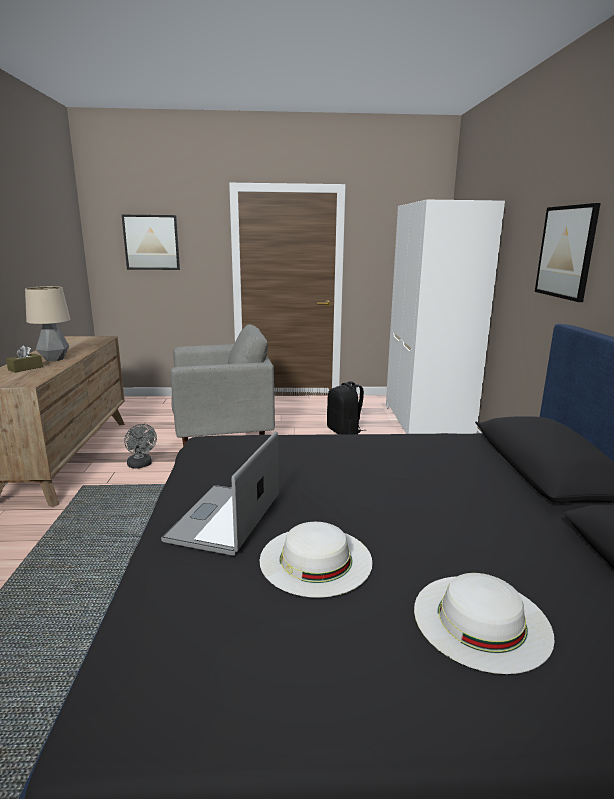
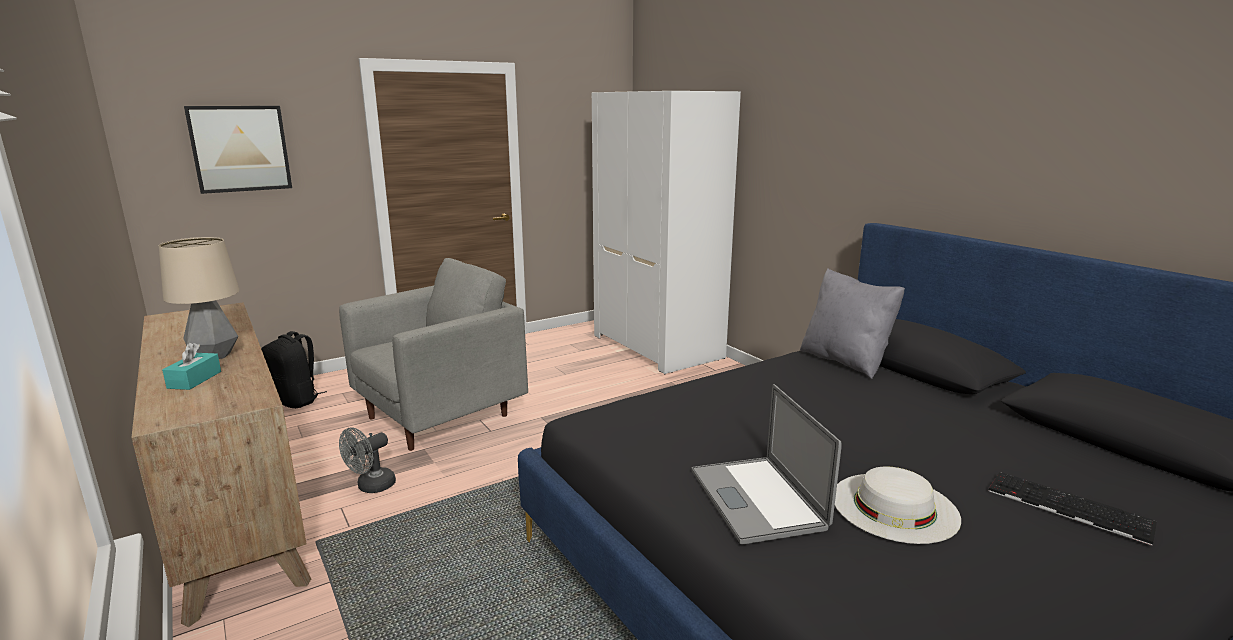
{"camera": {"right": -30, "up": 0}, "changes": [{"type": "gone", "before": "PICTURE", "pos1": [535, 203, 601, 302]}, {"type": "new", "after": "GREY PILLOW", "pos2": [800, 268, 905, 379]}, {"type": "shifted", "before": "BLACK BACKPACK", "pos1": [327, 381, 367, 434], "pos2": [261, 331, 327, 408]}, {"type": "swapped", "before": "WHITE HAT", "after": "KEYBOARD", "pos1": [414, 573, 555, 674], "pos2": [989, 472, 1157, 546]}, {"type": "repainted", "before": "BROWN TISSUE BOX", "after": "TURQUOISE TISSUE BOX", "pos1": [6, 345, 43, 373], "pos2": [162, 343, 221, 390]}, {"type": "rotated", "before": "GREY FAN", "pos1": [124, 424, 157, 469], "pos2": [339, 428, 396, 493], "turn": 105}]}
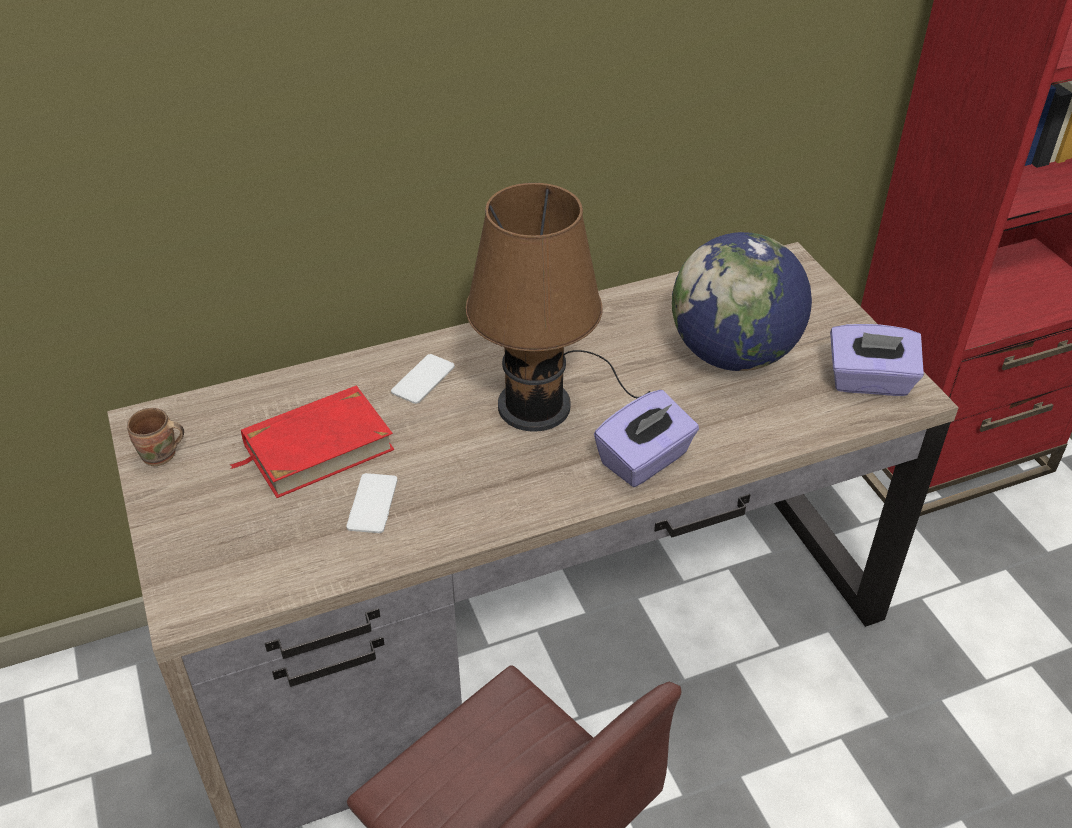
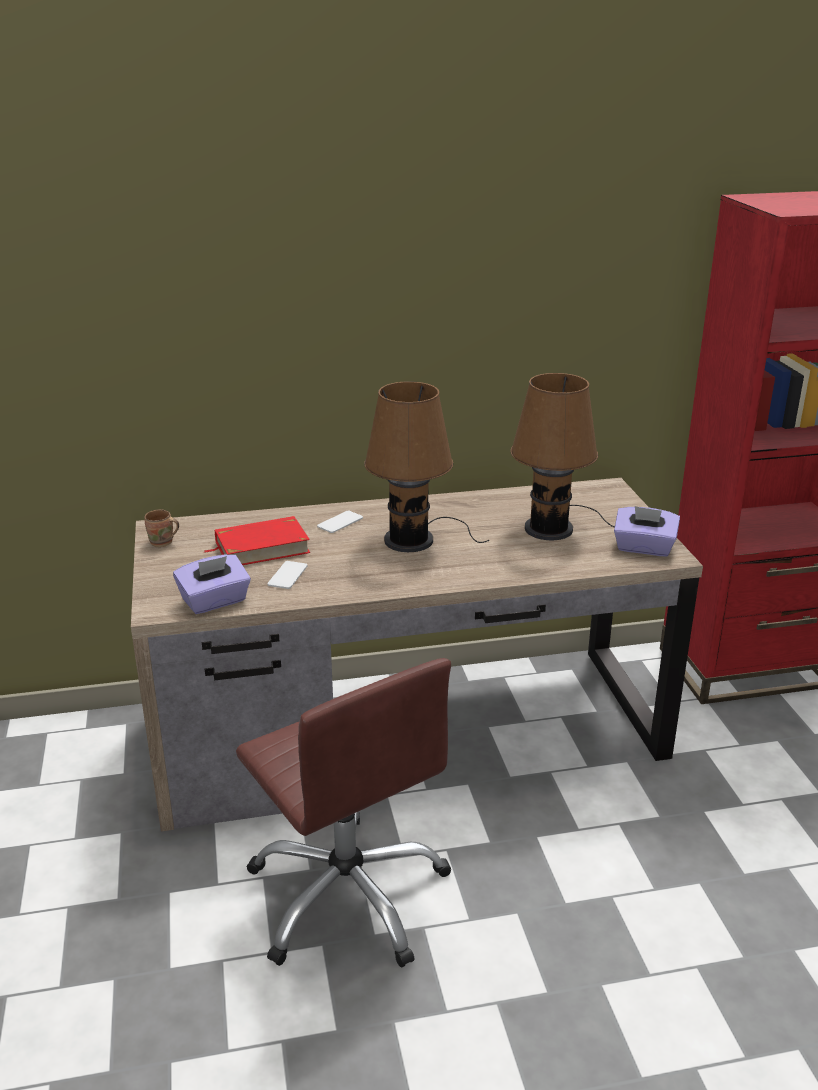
{"camera": {"right": 10, "up": -15}, "changes": [{"type": "shifted", "before": "PURPLE TISSUE BOX", "pos1": [594, 390, 699, 487], "pos2": [173, 555, 251, 614]}, {"type": "swapped", "before": "GLOBE", "after": "BROWN TABLE LAMP", "pos1": [672, 232, 812, 371], "pos2": [510, 373, 615, 540]}]}
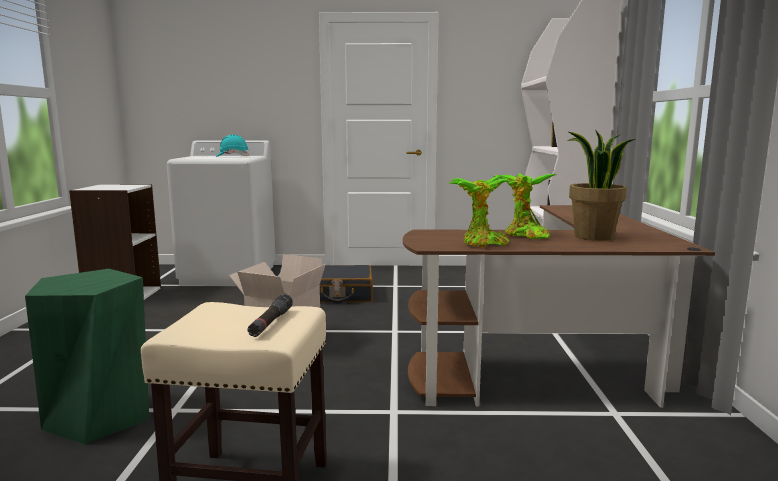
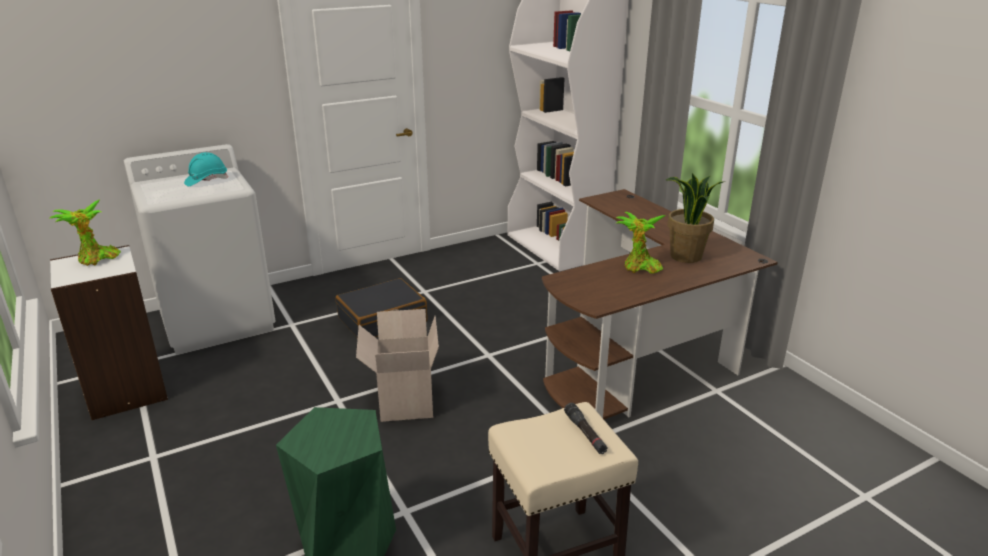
{"camera": {"right": -30, "up": 15}, "changes": [{"type": "shifted", "before": "POTTED PLANT", "pos1": [448, 176, 510, 248], "pos2": [49, 199, 121, 266]}]}
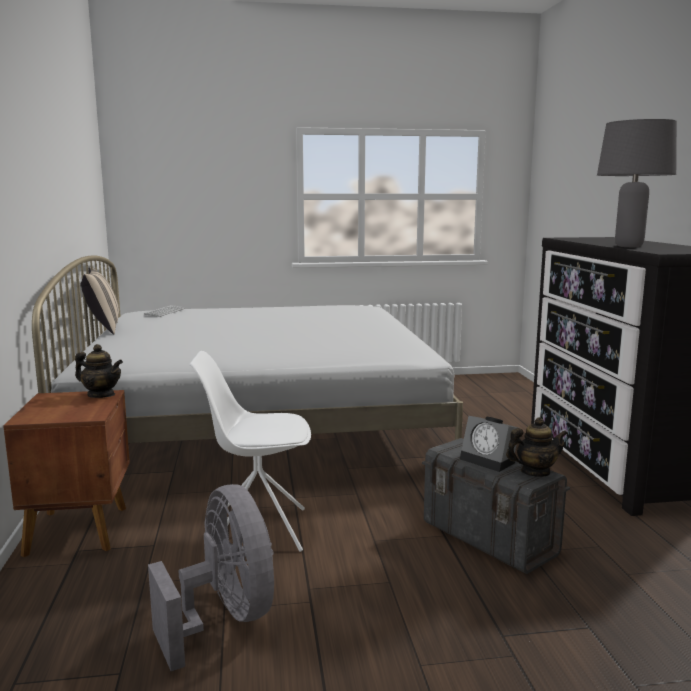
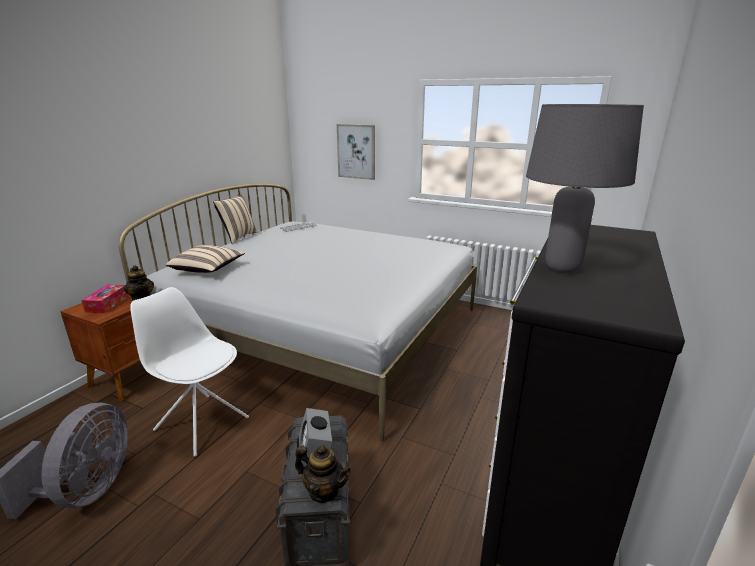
{"camera": {"right": 35, "up": 10}, "changes": [{"type": "new", "after": "TISSUE BOX", "pos2": [81, 285, 128, 313]}, {"type": "new", "after": "BEIGE PILLOW", "pos2": [166, 245, 245, 273]}, {"type": "new", "after": "PICTURE", "pos2": [337, 124, 375, 180]}]}
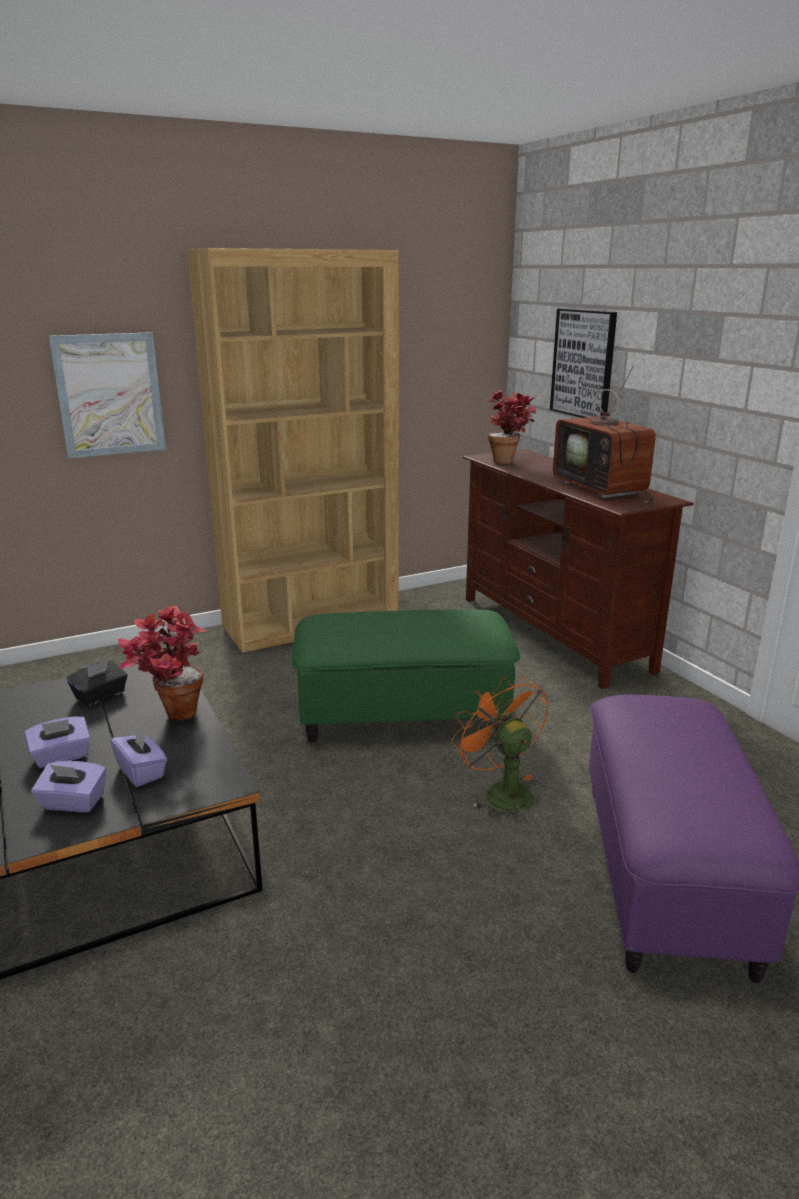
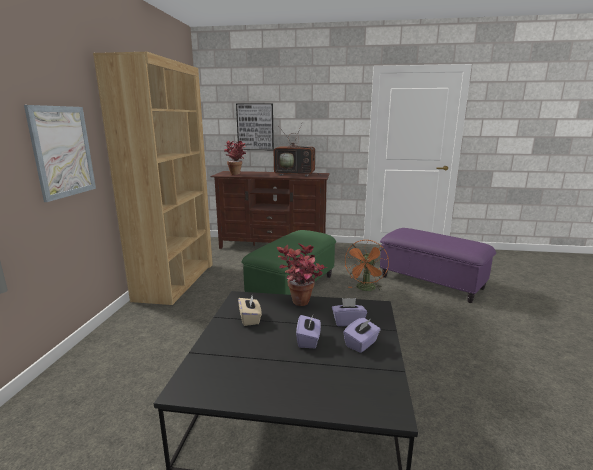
{"camera": {"right": -55, "up": -5}, "changes": [{"type": "repainted", "before": "BLACK TISSUE BOX", "after": "BEIGE TISSUE BOX", "pos1": [67, 660, 127, 706], "pos2": [238, 296, 262, 326]}, {"type": "rotated", "before": "ORANGE FAN", "pos1": [451, 676, 549, 822], "pos2": [344, 240, 389, 291], "turn": -75}]}
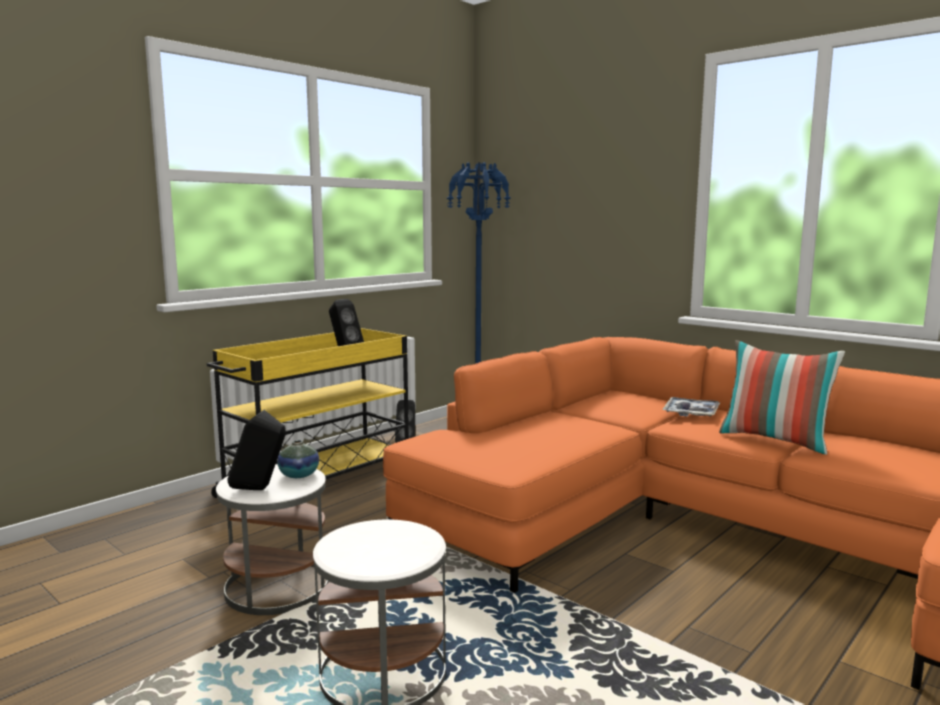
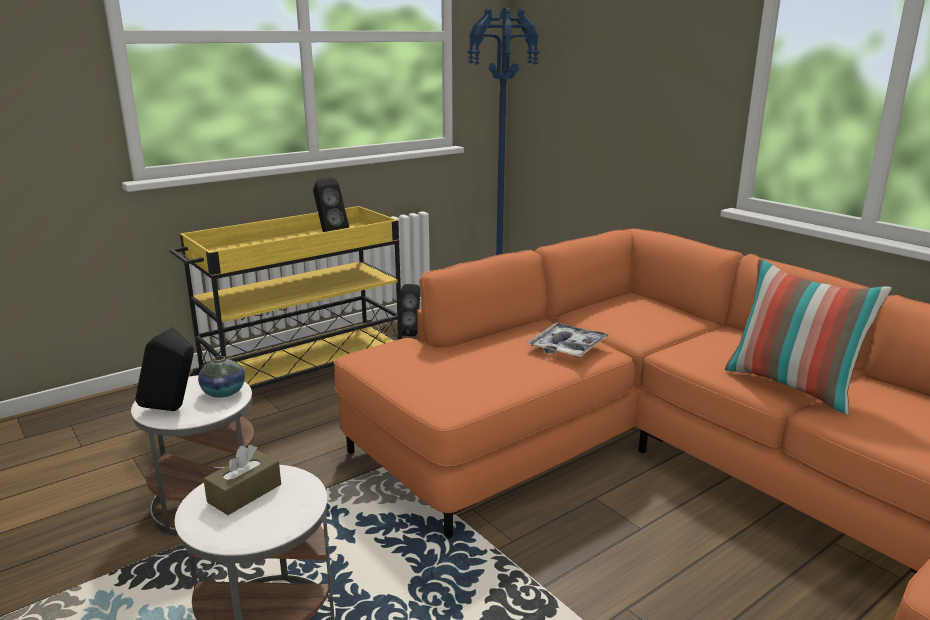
{"camera": {"right": 10, "up": 10}, "changes": [{"type": "new", "after": "BROWN TISSUE BOX", "pos2": [203, 445, 281, 515]}, {"type": "shifted", "before": "TRAY", "pos1": [662, 397, 720, 416], "pos2": [527, 323, 610, 358]}]}
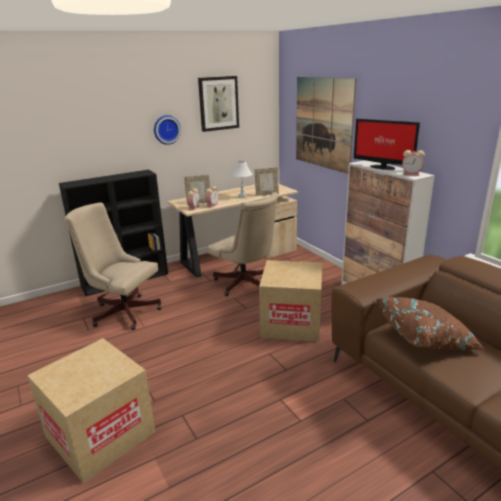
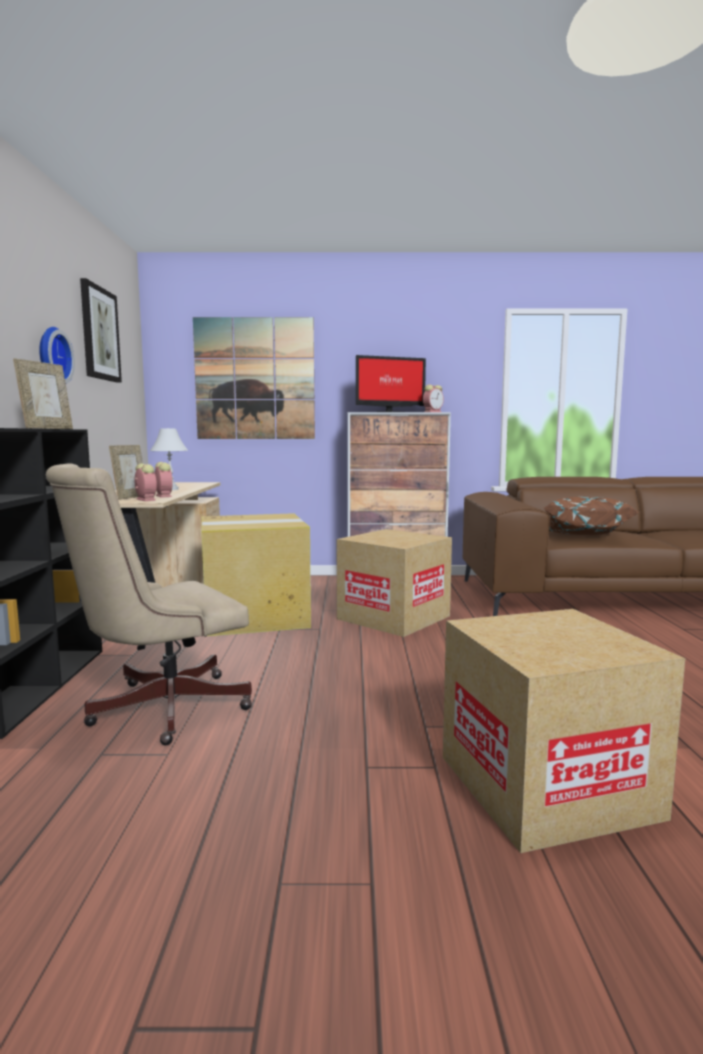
{"camera": {"right": -60, "up": -15}, "changes": [{"type": "shifted", "before": "PICTURE FRAME", "pos1": [255, 167, 279, 196], "pos2": [13, 358, 73, 429]}, {"type": "swapped", "before": "BEIGE OFFICE CHAIR", "after": "CARDBOARD BOX", "pos1": [207, 192, 278, 296], "pos2": [202, 513, 311, 636]}]}
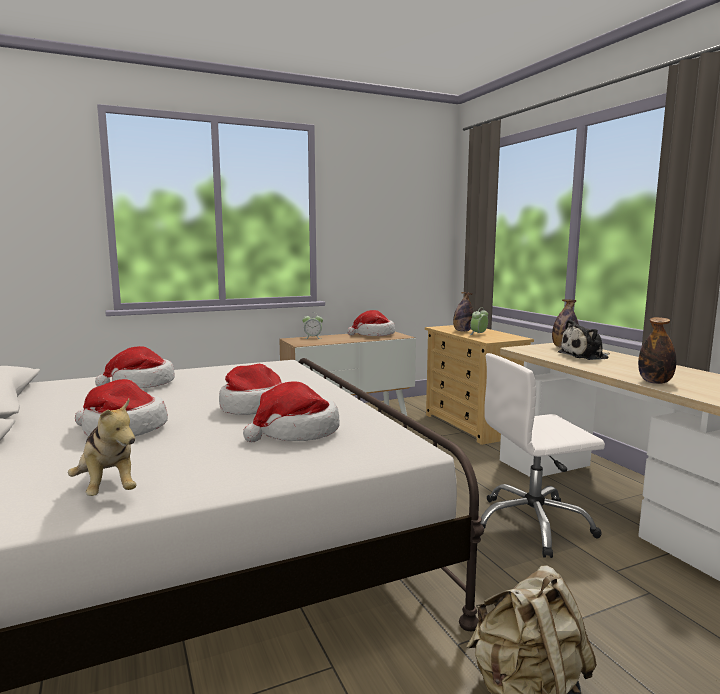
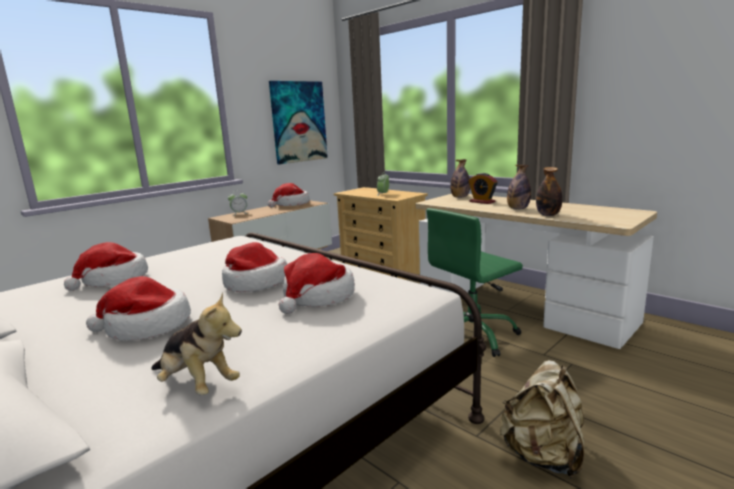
{"camera": {"right": -20, "up": 5}, "changes": [{"type": "new", "after": "PICTURE", "pos2": [269, 81, 328, 164]}, {"type": "shifted", "before": "BOTTLE", "pos1": [453, 292, 474, 332], "pos2": [507, 165, 531, 209]}, {"type": "swapped", "before": "PLUSH TOY", "after": "ALARM CLOCK", "pos1": [557, 320, 610, 360], "pos2": [468, 173, 498, 204]}, {"type": "repainted", "before": "WHITE OFFICE CHAIR", "after": "GREEN OFFICE CHAIR", "pos1": [481, 353, 605, 558], "pos2": [426, 208, 523, 357]}]}
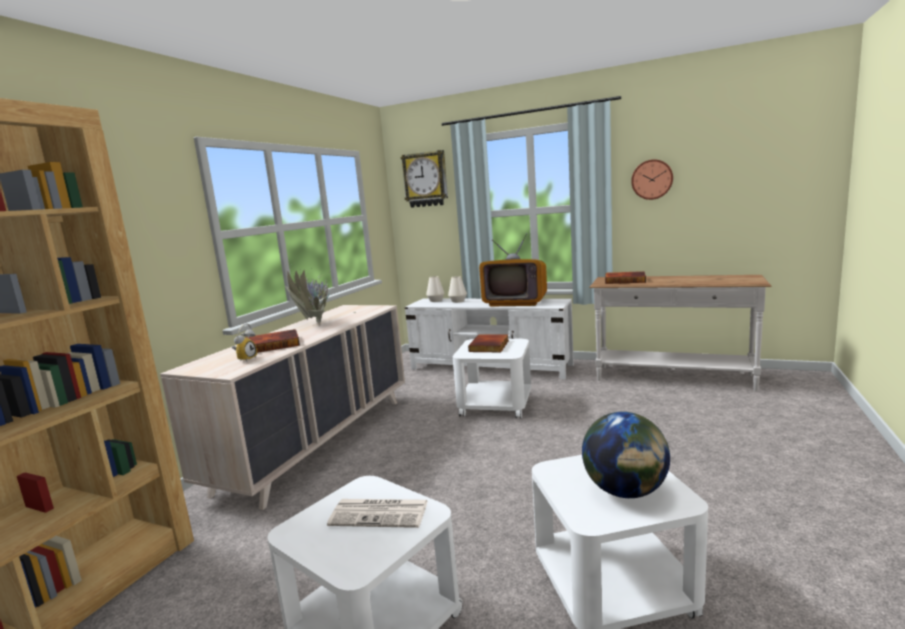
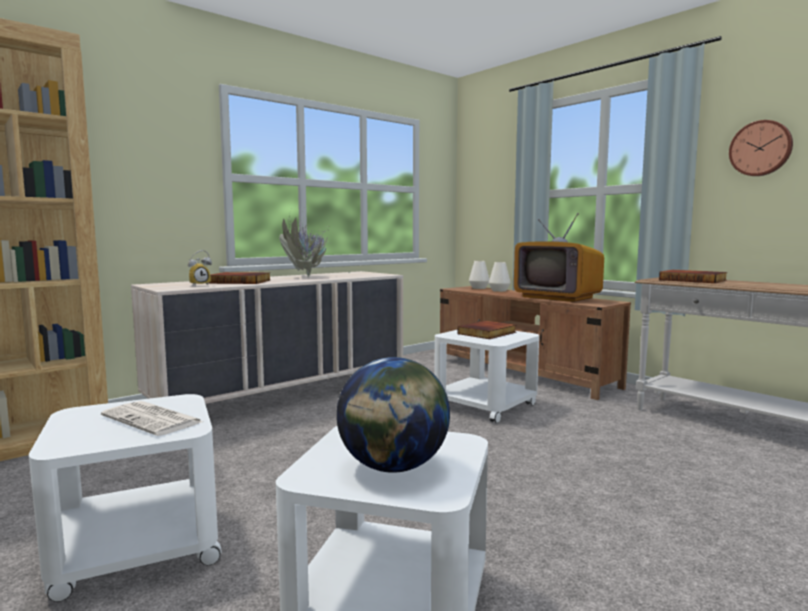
{"camera": {"right": 25, "up": -5}, "changes": [{"type": "gone", "before": "WALL CLOCK", "pos1": [401, 150, 448, 208]}, {"type": "repainted", "before": "WHITE TV STAND", "after": "BROWN TV STAND", "pos1": [405, 299, 574, 379], "pos2": [440, 286, 631, 400]}]}
